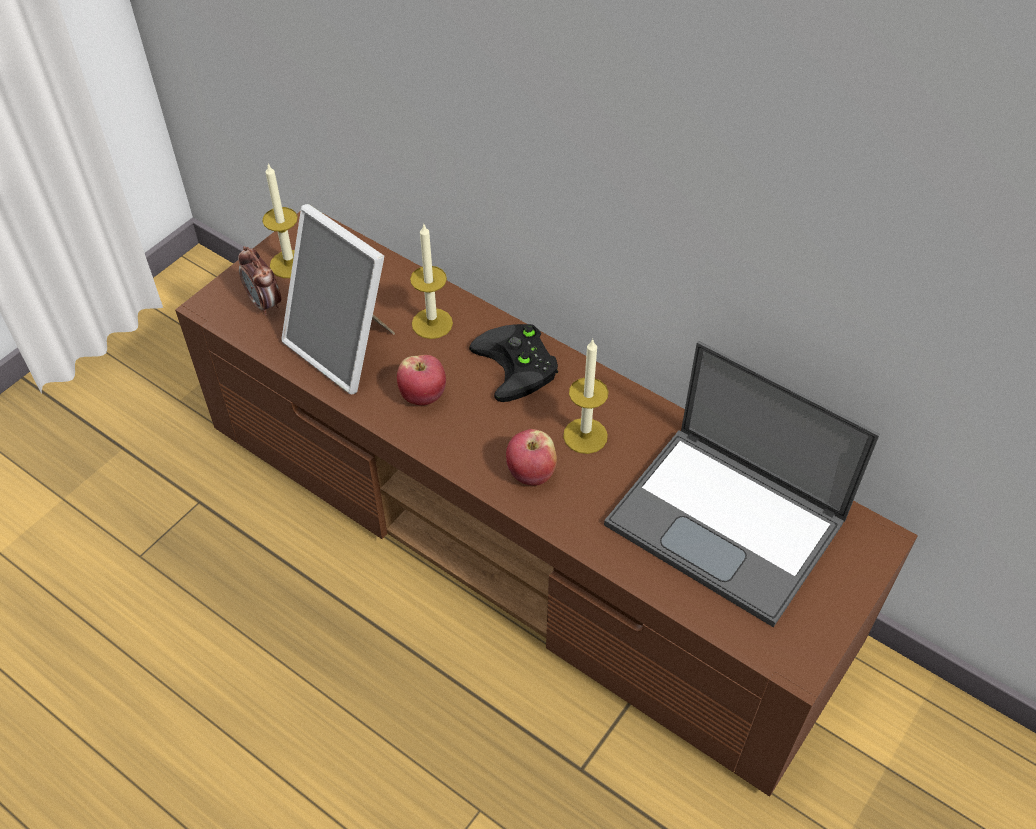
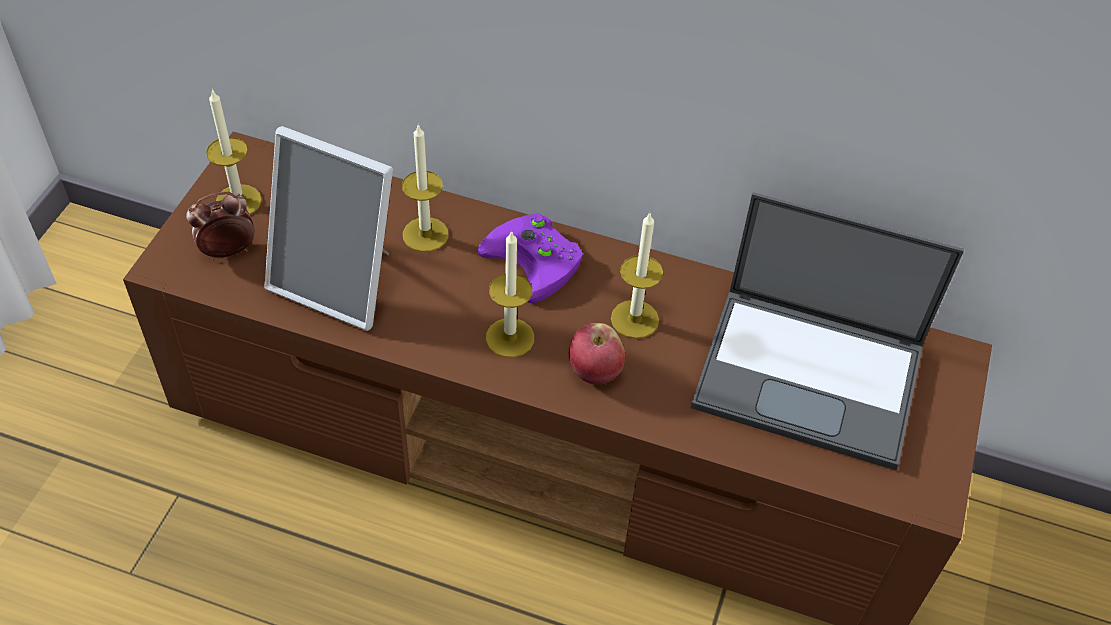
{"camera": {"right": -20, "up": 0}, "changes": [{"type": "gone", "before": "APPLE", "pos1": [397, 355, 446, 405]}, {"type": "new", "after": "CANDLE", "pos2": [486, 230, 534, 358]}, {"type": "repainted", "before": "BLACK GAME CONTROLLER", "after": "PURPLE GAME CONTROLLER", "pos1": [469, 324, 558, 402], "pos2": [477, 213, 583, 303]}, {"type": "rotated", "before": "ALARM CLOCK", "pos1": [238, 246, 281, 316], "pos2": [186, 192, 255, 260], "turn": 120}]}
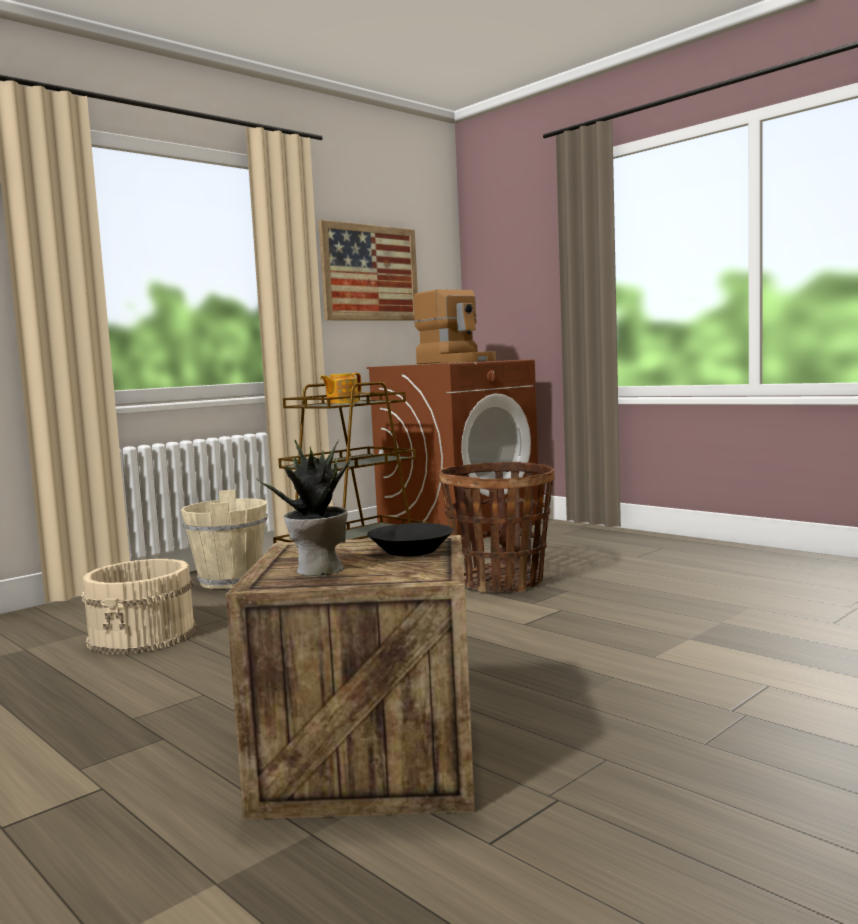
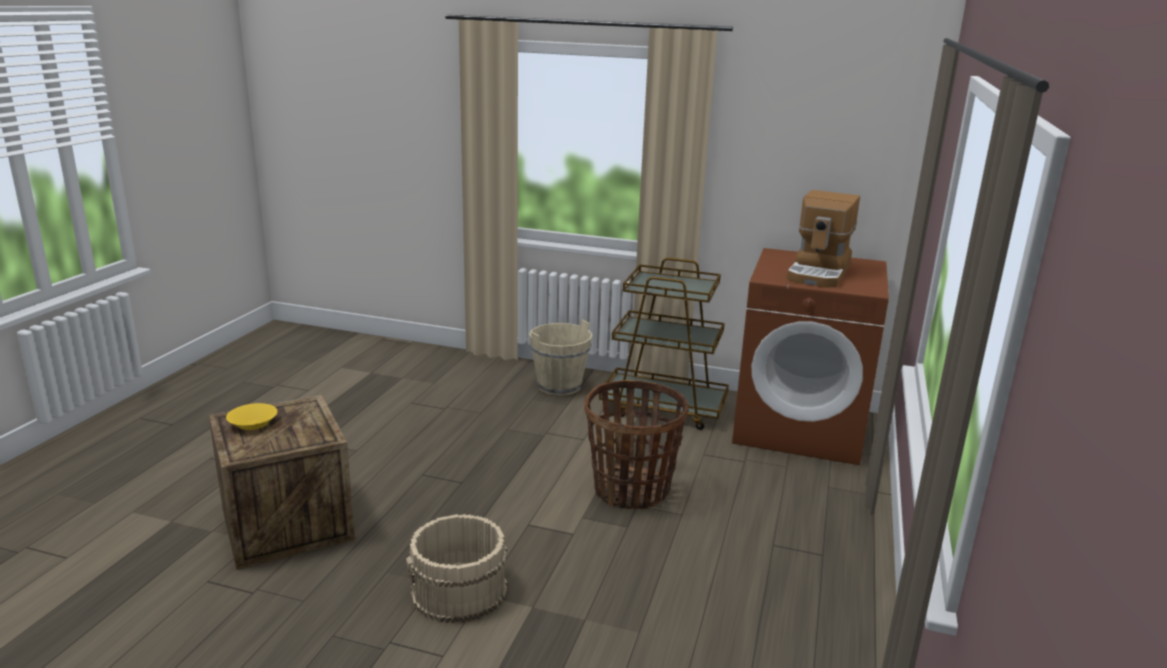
{"camera": {"right": 60, "up": 15}, "changes": [{"type": "gone", "before": "PICTURE", "pos1": [319, 220, 418, 321]}, {"type": "gone", "before": "TEAPOT", "pos1": [320, 373, 362, 404]}, {"type": "gone", "before": "BLACK BOWL", "pos1": [367, 523, 454, 556]}, {"type": "shifted", "before": "BEIGE BUCKET", "pos1": [81, 559, 197, 654], "pos2": [406, 514, 507, 623]}, {"type": "swapped", "before": "POTTED PLANT", "after": "YELLOW BOWL", "pos1": [255, 439, 352, 576], "pos2": [226, 403, 277, 430]}]}
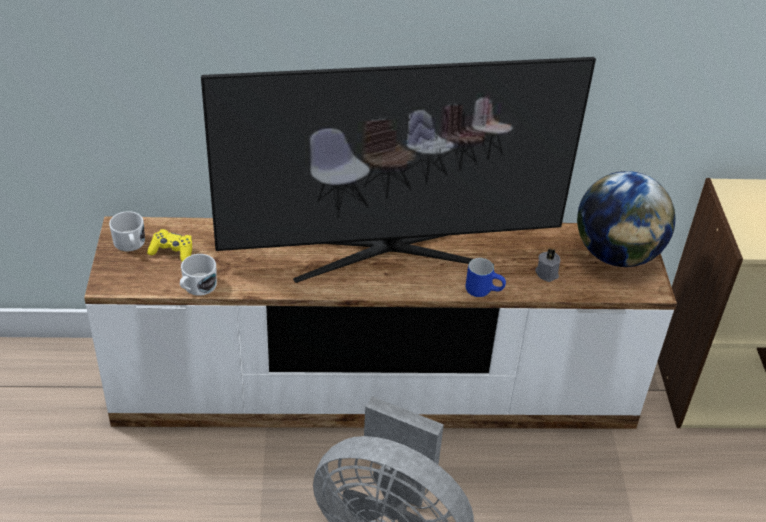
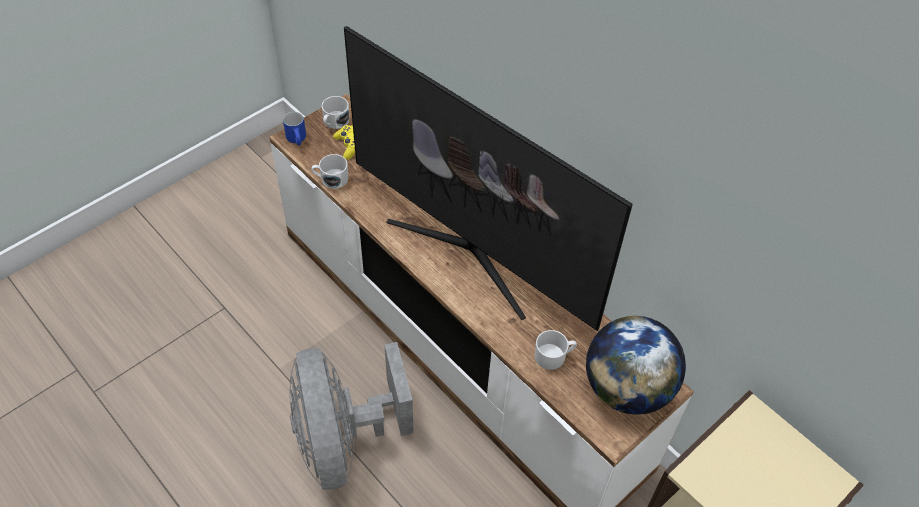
{"camera": {"right": 50, "up": 10}, "changes": [{"type": "shifted", "before": "BLUE MUG", "pos1": [466, 258, 506, 297], "pos2": [283, 112, 306, 145]}, {"type": "swapped", "before": "GREY CANDLE", "after": "WHITE MUG", "pos1": [535, 248, 560, 282], "pos2": [535, 330, 577, 370]}]}
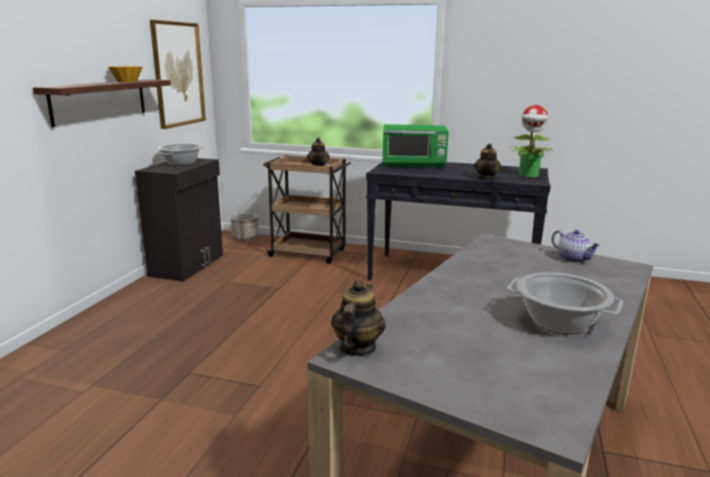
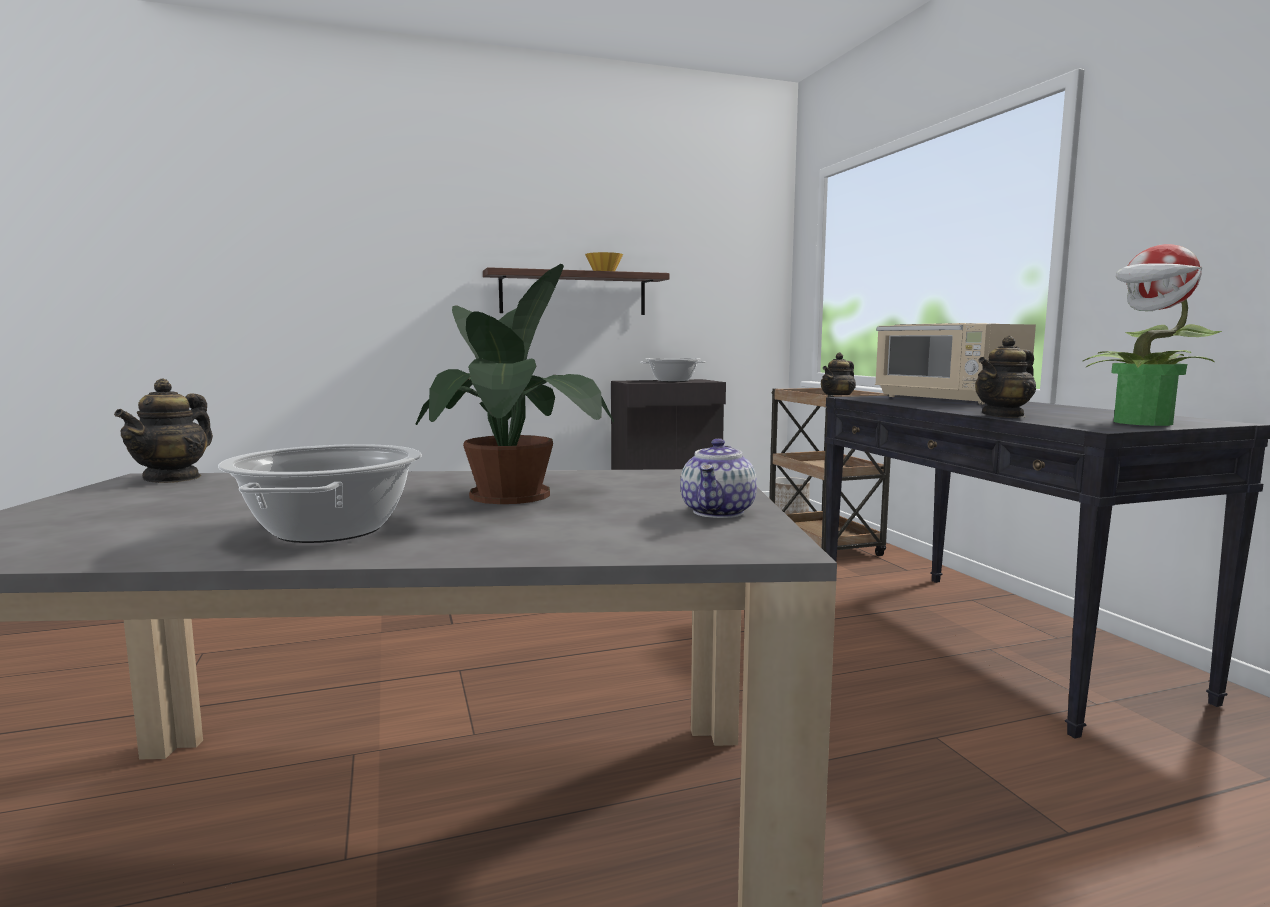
{"camera": {"right": 55, "up": -10}, "changes": [{"type": "gone", "before": "PICTURE", "pos1": [150, 20, 206, 129]}, {"type": "new", "after": "POTTED PLANT", "pos2": [416, 264, 614, 504]}, {"type": "repainted", "before": "GREEN MICROWAVE", "after": "BEIGE MICROWAVE", "pos1": [383, 124, 449, 169], "pos2": [875, 323, 1036, 404]}, {"type": "rotated", "before": "TEAPOT", "pos1": [331, 280, 386, 356], "pos2": [114, 378, 213, 483], "turn": 120}]}
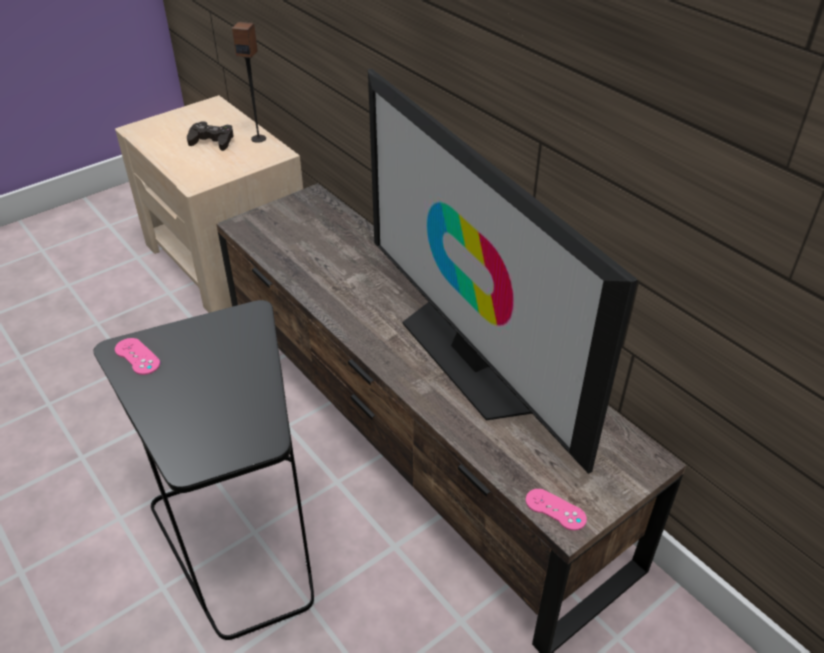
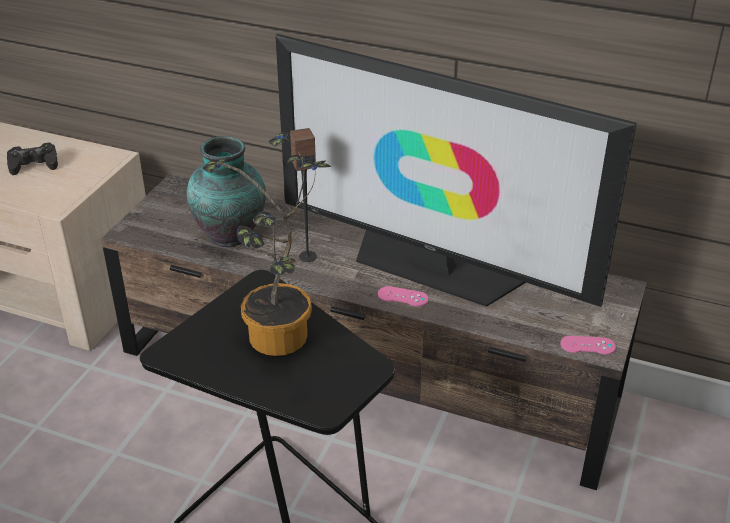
{"camera": {"right": -30, "up": -5}, "changes": [{"type": "new", "after": "VASE", "pos2": [187, 136, 266, 247]}, {"type": "new", "after": "POTTED PLANT", "pos2": [203, 132, 331, 356]}, {"type": "shifted", "before": "PINK GAME CONTROLLER", "pos1": [115, 338, 160, 375], "pos2": [378, 286, 428, 307]}, {"type": "shifted", "before": "SPEAKER", "pos1": [232, 22, 266, 143], "pos2": [290, 128, 317, 262]}]}
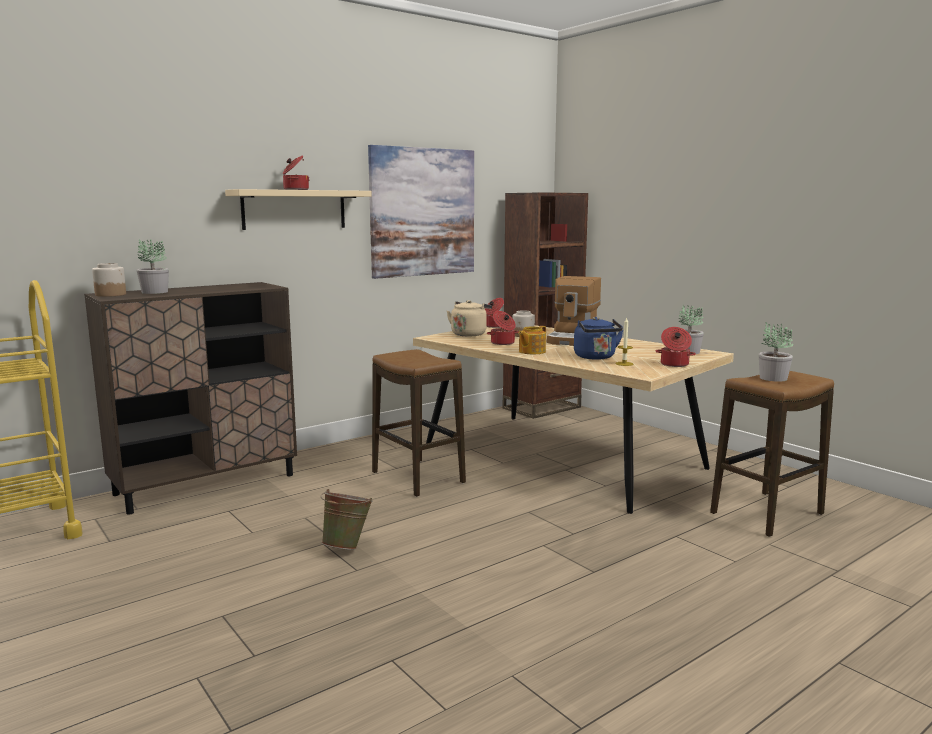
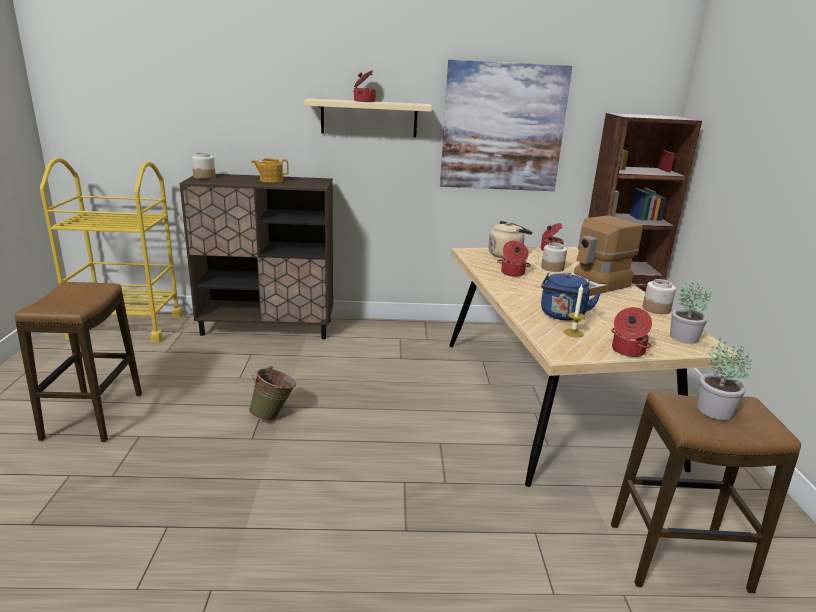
{"camera": {"right": 35, "up": 10}, "changes": [{"type": "gone", "before": "POTTED PLANT", "pos1": [136, 238, 169, 294]}, {"type": "new", "after": "JAR", "pos2": [643, 279, 676, 314]}, {"type": "shifted", "before": "STOOL", "pos1": [372, 349, 466, 497], "pos2": [14, 282, 142, 442]}, {"type": "shifted", "before": "TEAPOT", "pos1": [518, 326, 546, 354], "pos2": [251, 158, 289, 183]}]}
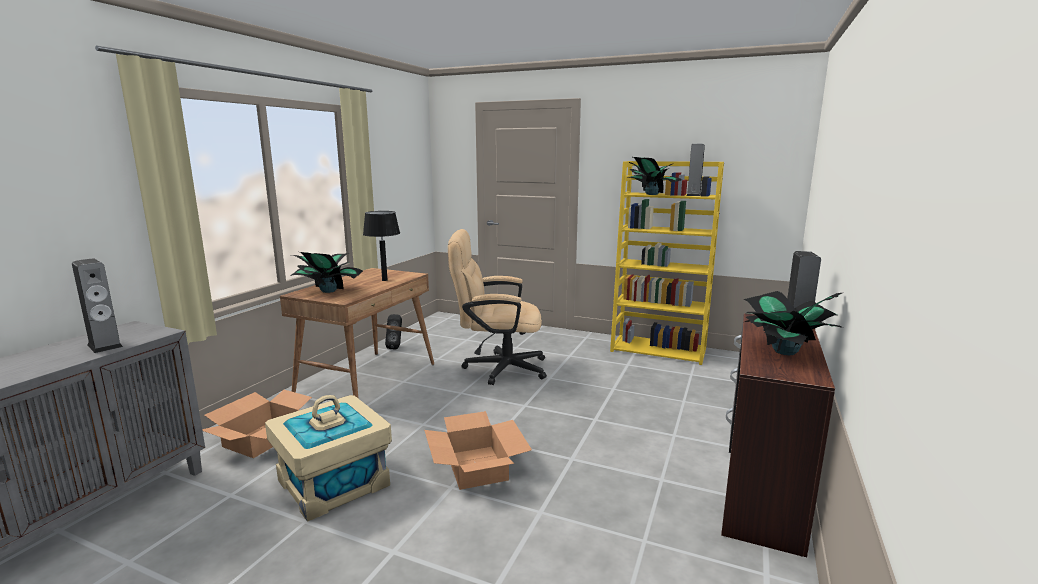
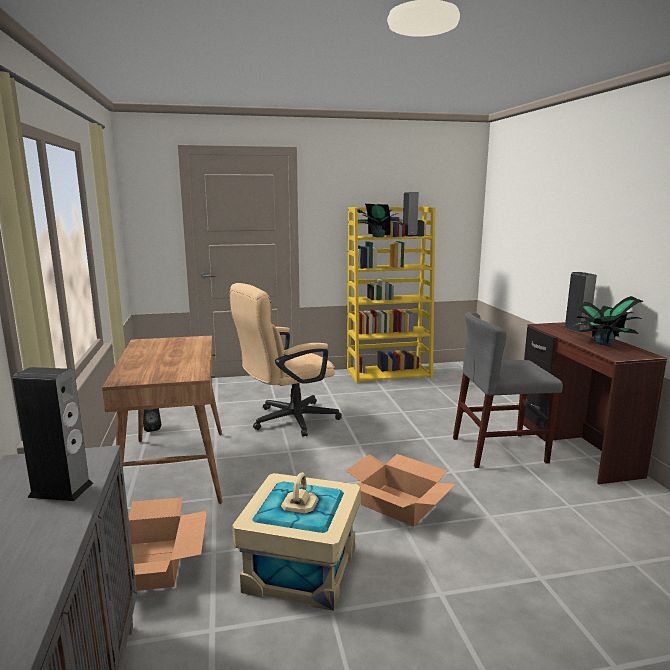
{"camera": {"right": -35, "up": 0}, "changes": [{"type": "gone", "before": "POTTED PLANT", "pos1": [290, 252, 363, 293]}, {"type": "gone", "before": "BLACK TABLE LAMP", "pos1": [363, 211, 400, 281]}, {"type": "new", "after": "GREY CHAIR", "pos2": [453, 312, 563, 468]}]}
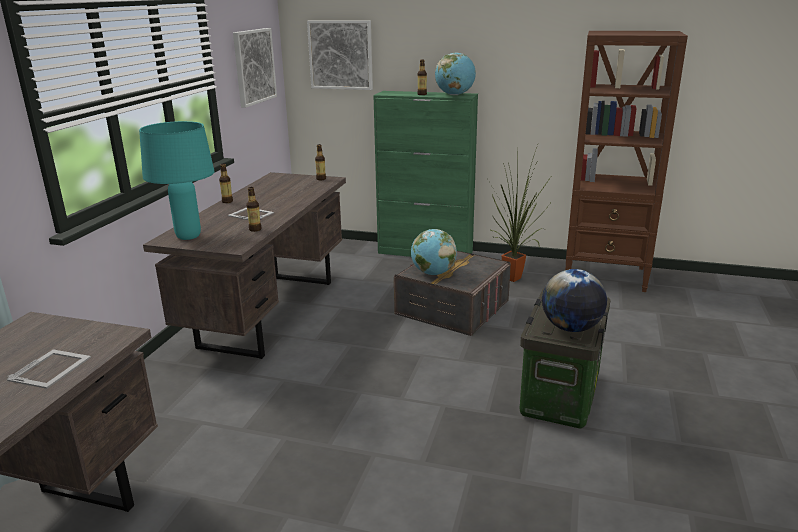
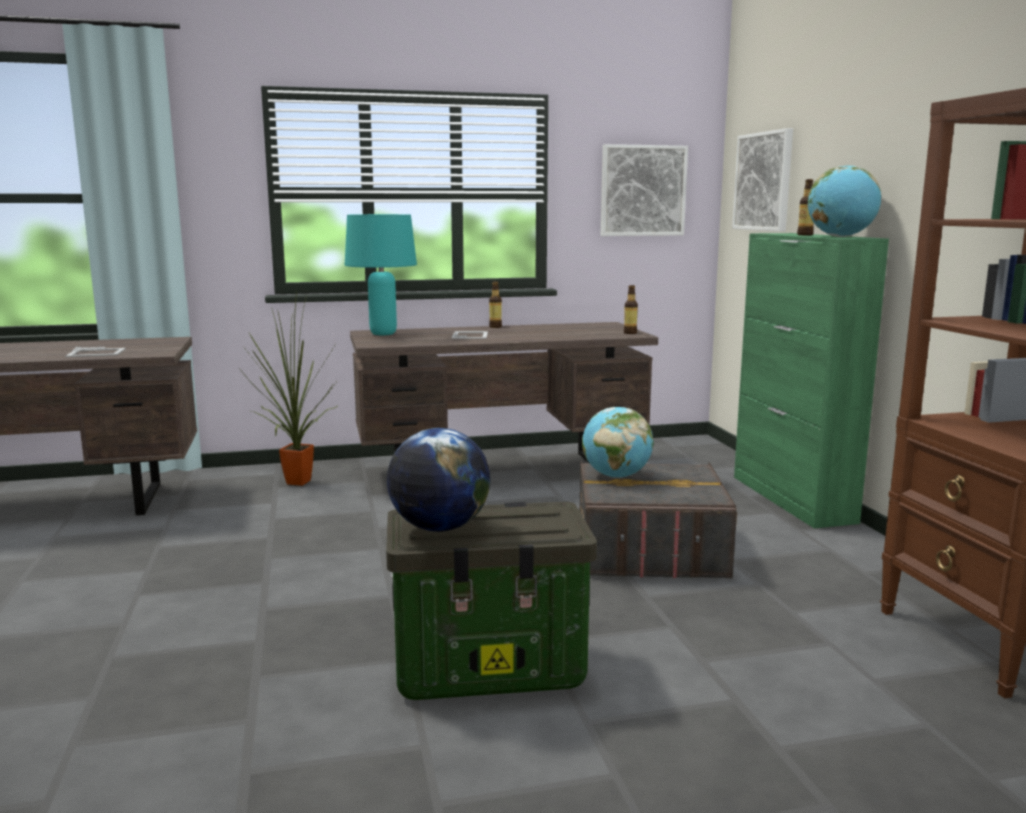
{"camera": {"right": 60, "up": -10}, "changes": [{"type": "gone", "before": "BOTTLE", "pos1": [246, 187, 261, 232]}, {"type": "shifted", "before": "POTTED PLANT", "pos1": [488, 145, 551, 282], "pos2": [239, 292, 339, 486]}]}
